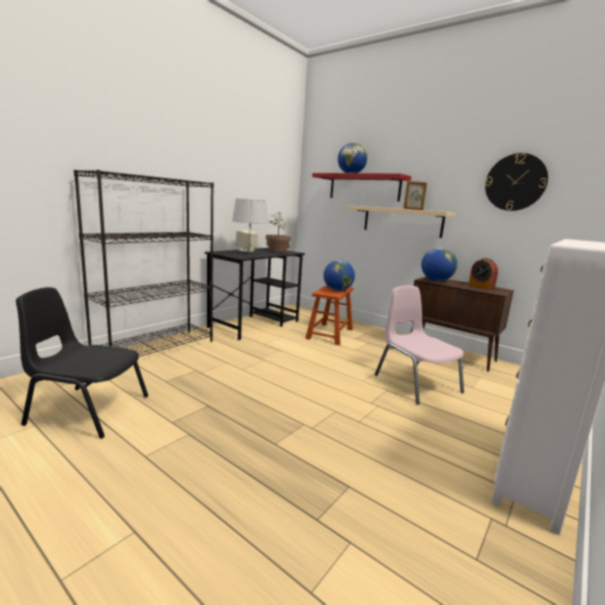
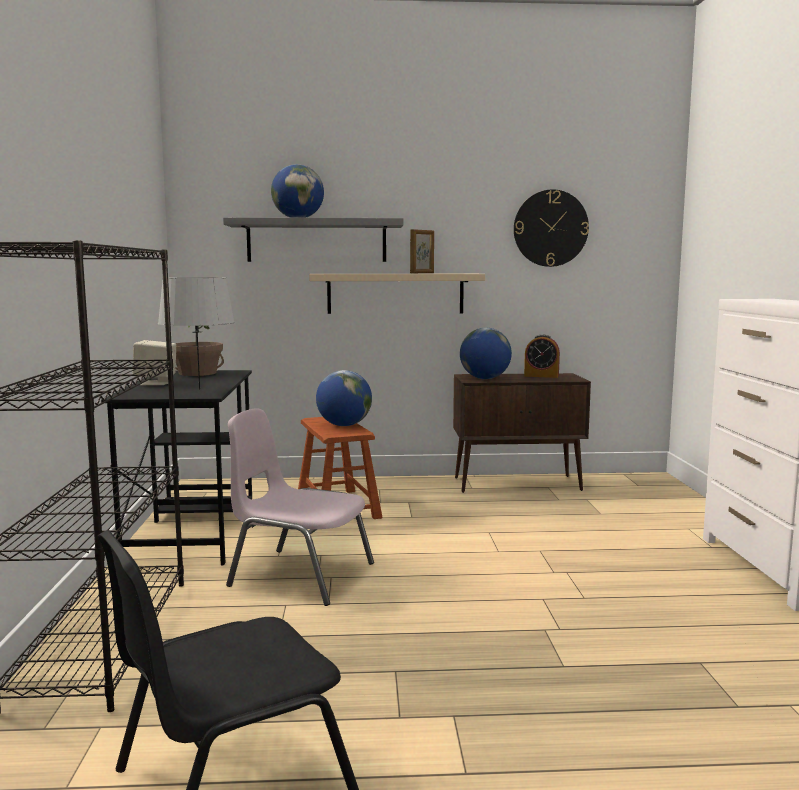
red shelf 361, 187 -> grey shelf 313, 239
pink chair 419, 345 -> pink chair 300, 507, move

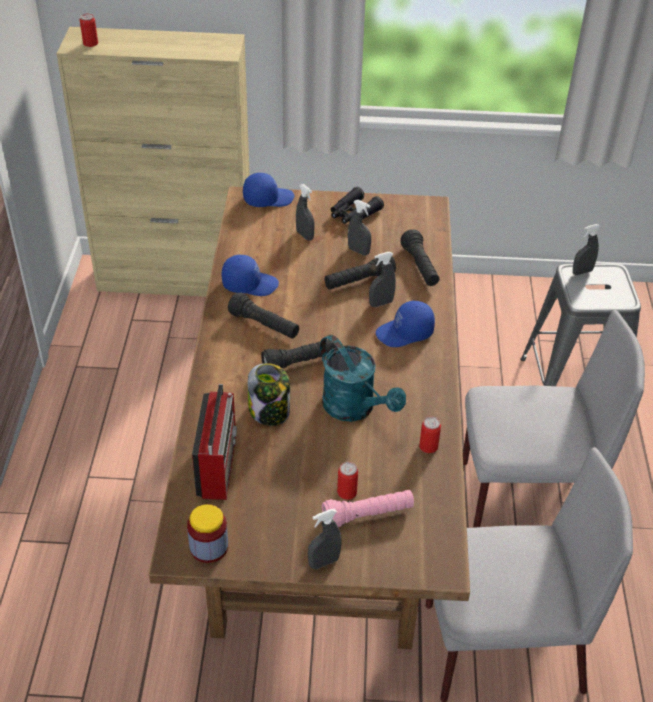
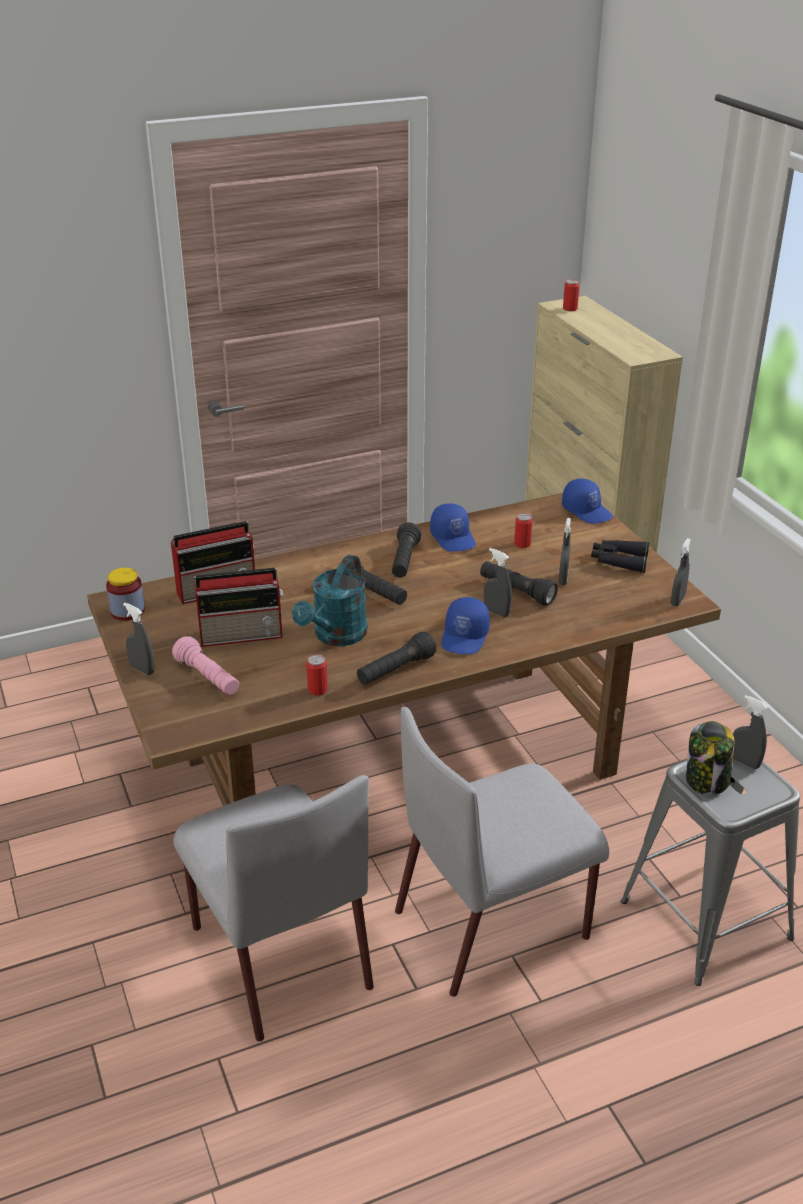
grey spray bottle 305, 212 -> grey spray bottle 681, 572, move
black flashlight 420, 257 -> black flashlight 396, 658, move
blue cap 405, 324 -> blue cap 466, 625, 120 degrees counterclockwise
grey chair 554, 419 -> grey chair 502, 852, 90 degrees clockwise
jar 269, 394 -> jar 710, 758, move
can 347, 481 -> can 523, 530, move
none -> radio 238, 607

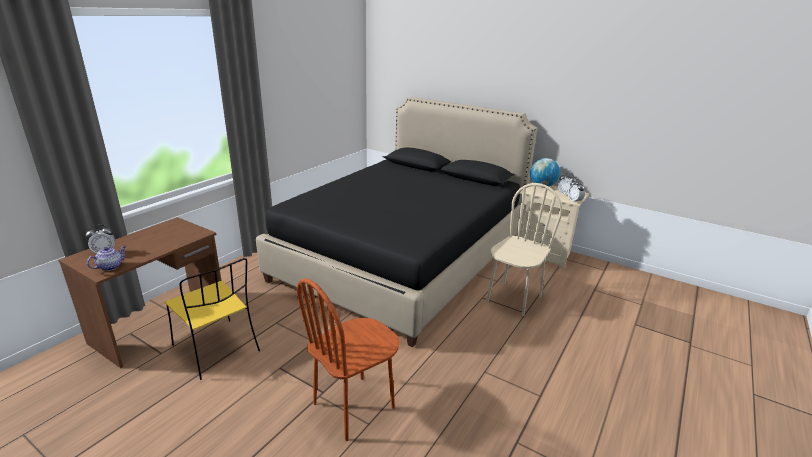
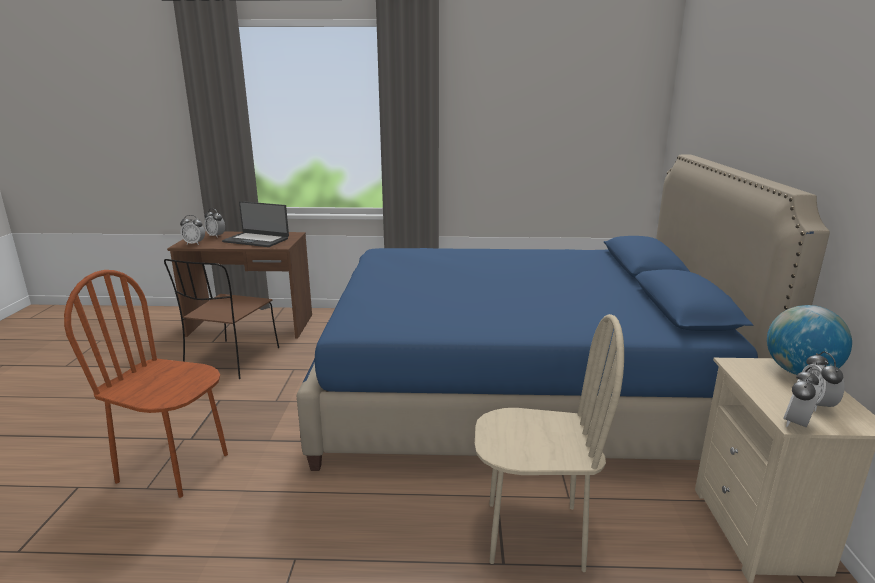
black bed 396, 222 -> blue bed 563, 312
teapot 106, 258 -> alarm clock 192, 230
yellow chair 212, 319 -> brown chair 221, 319
none -> laptop 255, 224

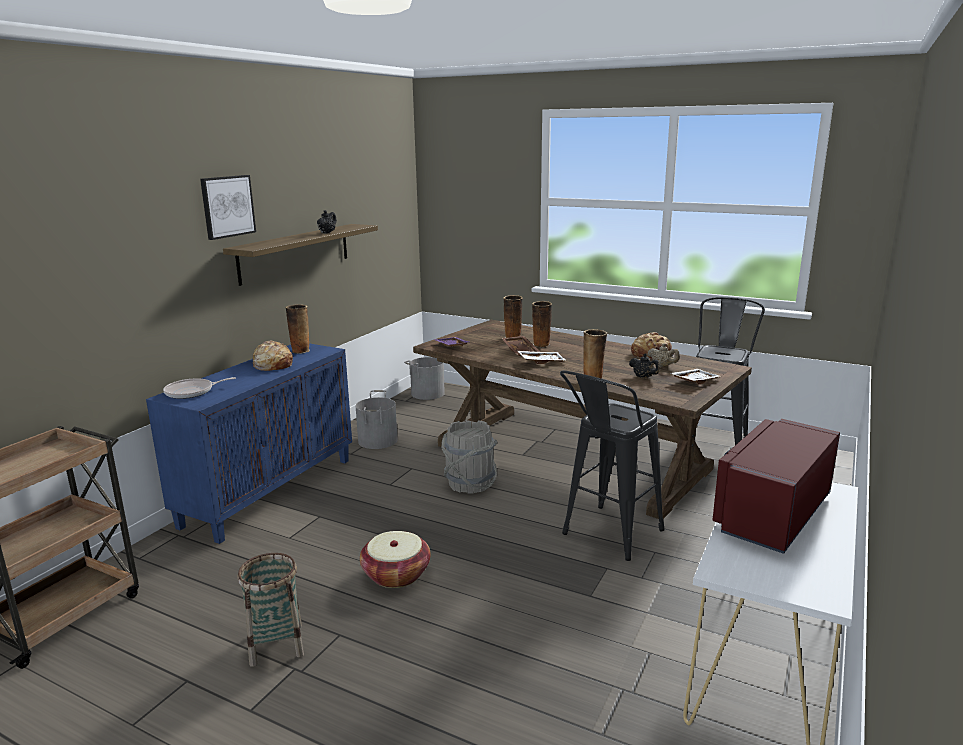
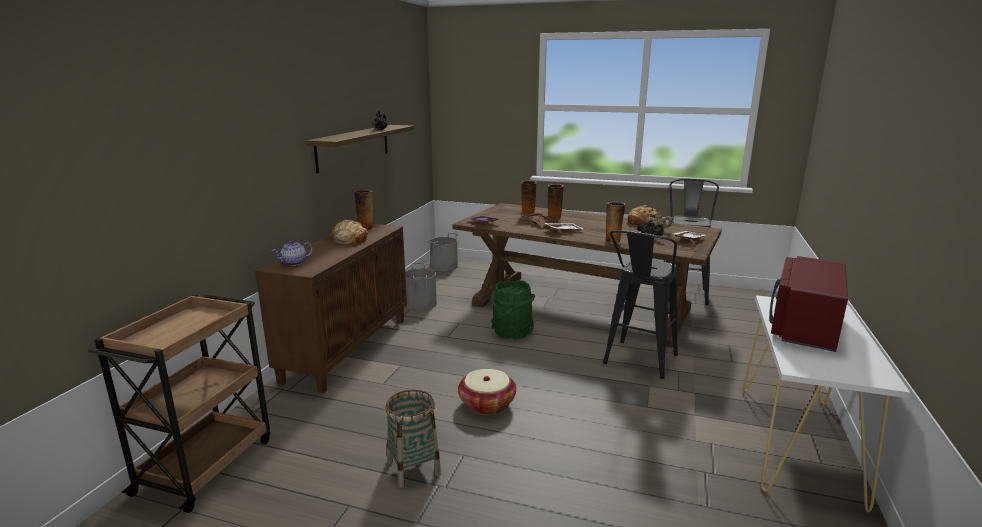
picture 228, 207 -> none
blue cabinet 249, 444 -> brown cabinet 331, 308
frying pan 199, 388 -> teapot 292, 253
grey bucket 469, 457 -> green bucket 513, 309

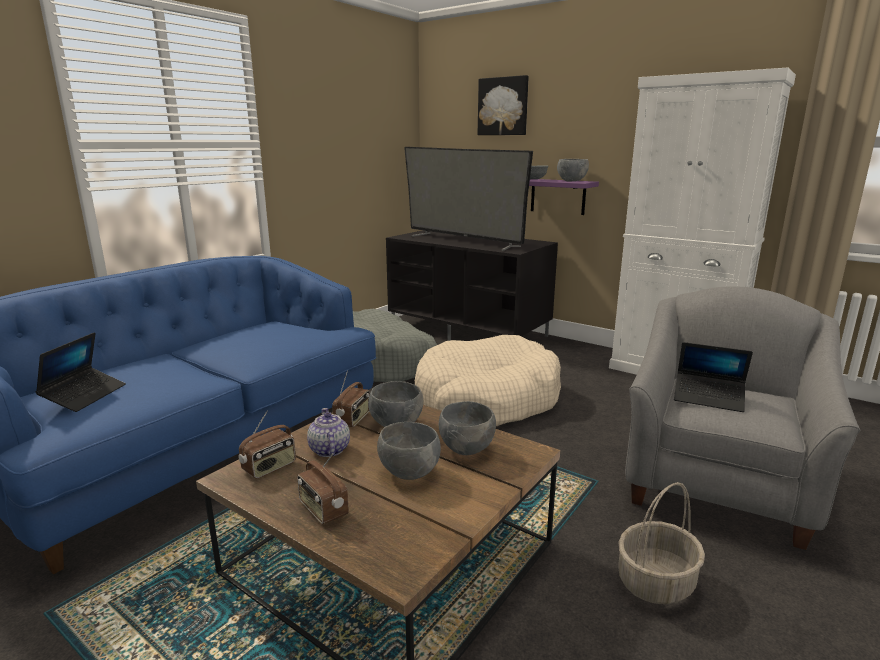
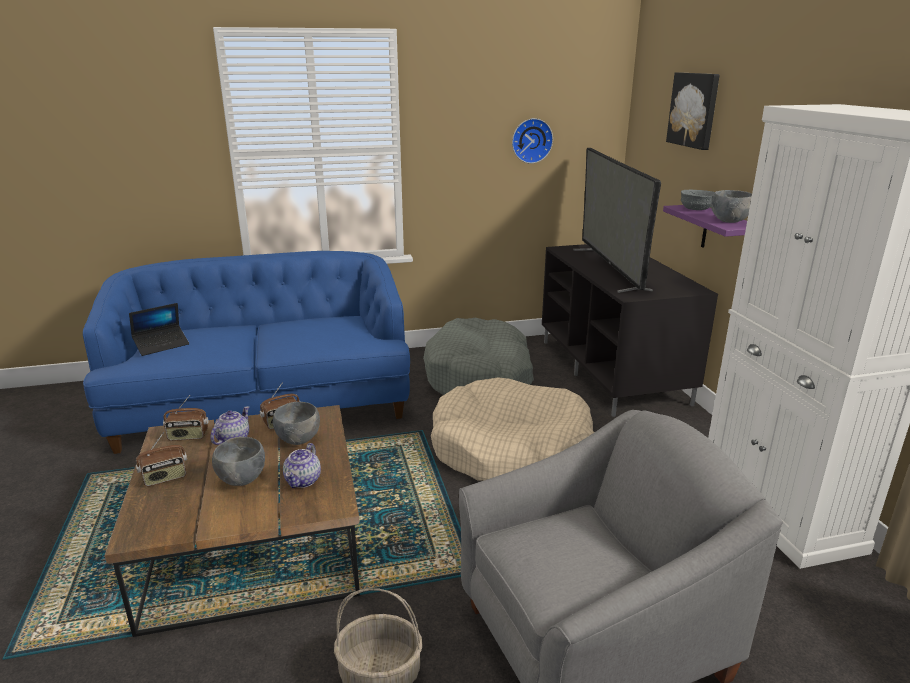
laptop 713, 377 -> none
grey bowl 467, 428 -> teapot 302, 465
radio 323, 488 -> radio 161, 459, 120 degrees counterclockwise
none -> wall clock 532, 141

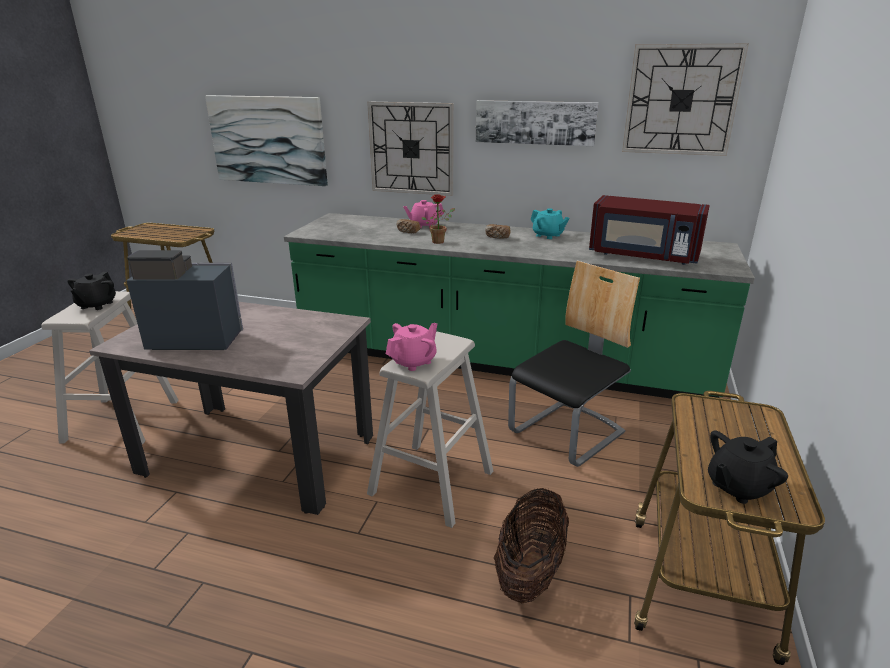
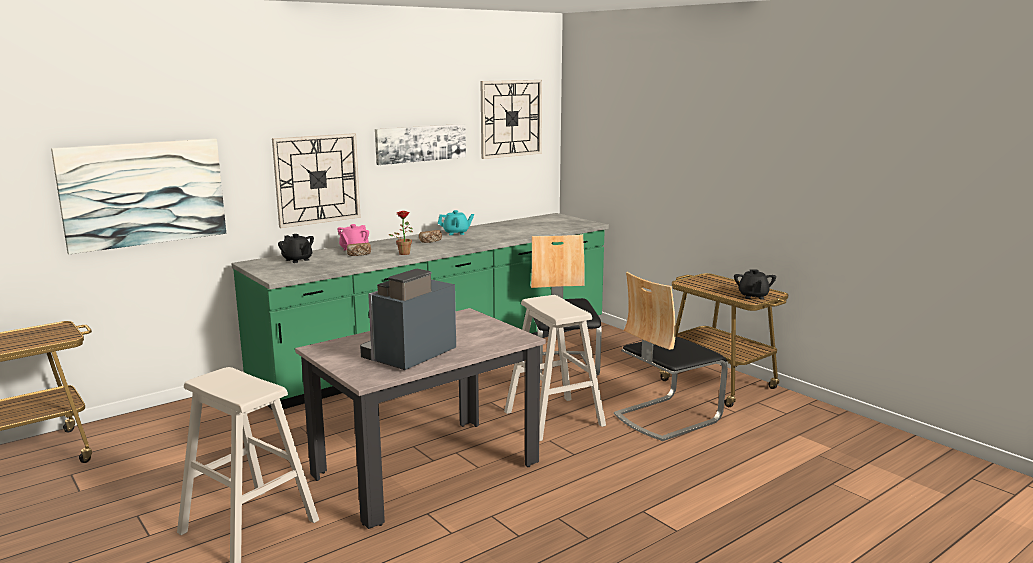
red microwave 649, 230 -> none
black teapot 91, 291 -> black teapot 296, 248, move
pink teapot 411, 347 -> none
basket 531, 545 -> chair 671, 356

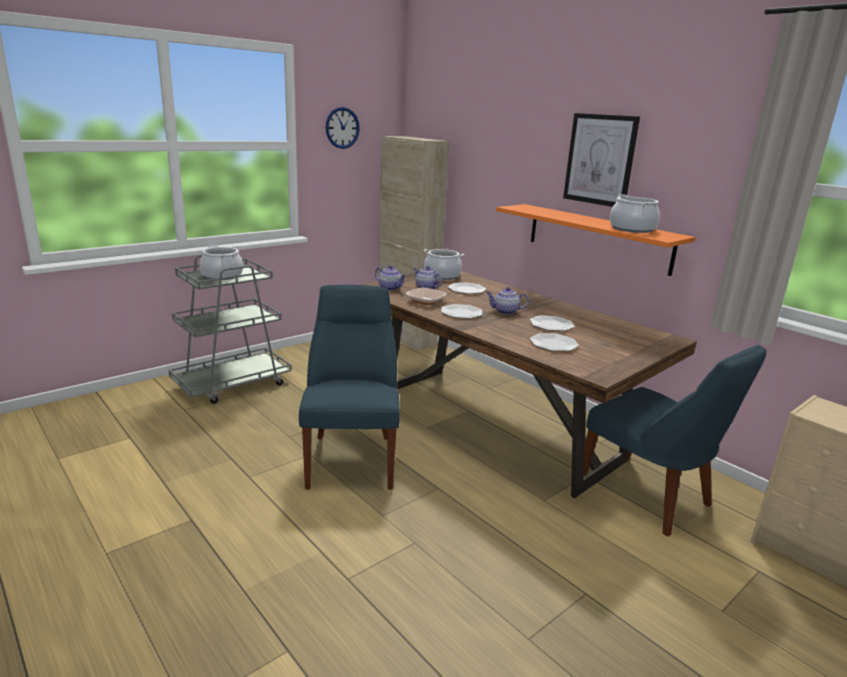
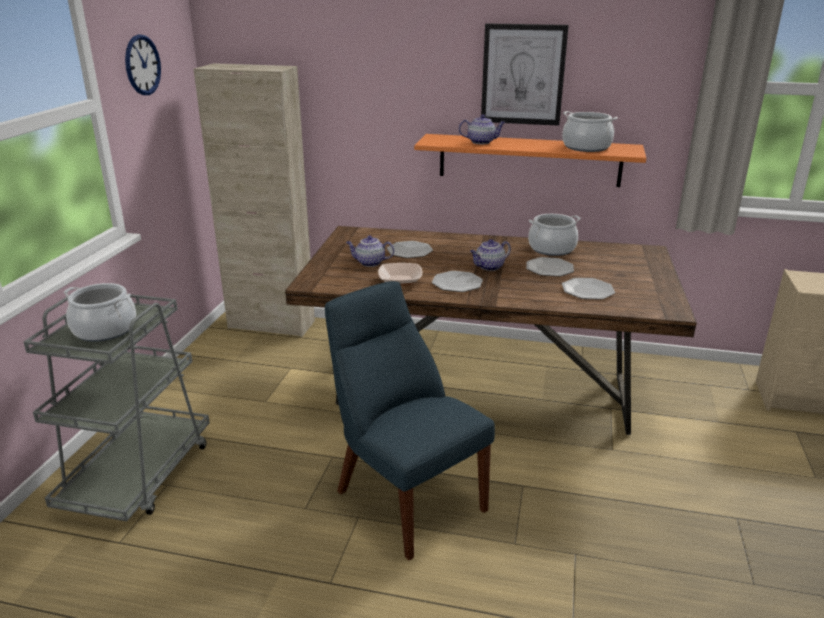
cooking pot 444, 264 -> cooking pot 554, 235, move
teapot 390, 278 -> teapot 482, 129, move
blue chair 675, 441 -> none

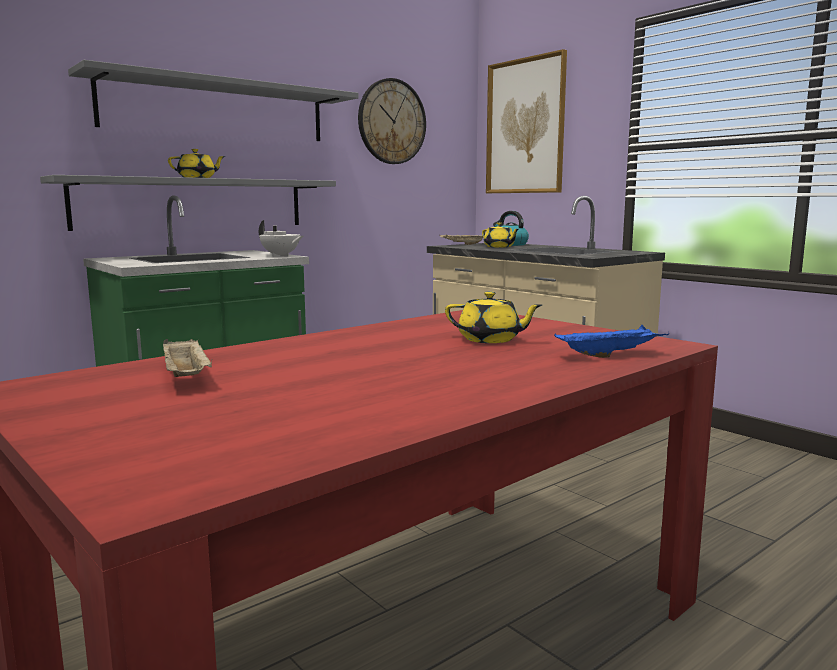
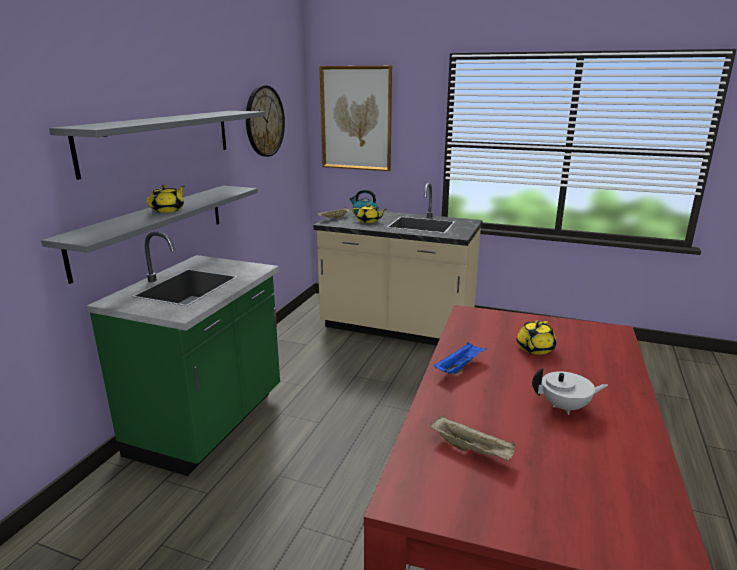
white teapot 281, 238 -> white teapot 570, 391, move
yellow teapot 493, 317 -> yellow teapot 536, 338, 135 degrees clockwise
blue tray 611, 341 -> blue tray 460, 358, move

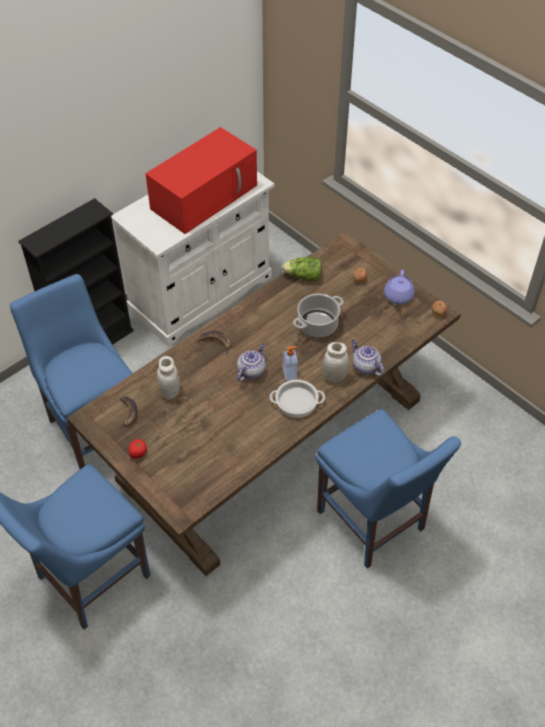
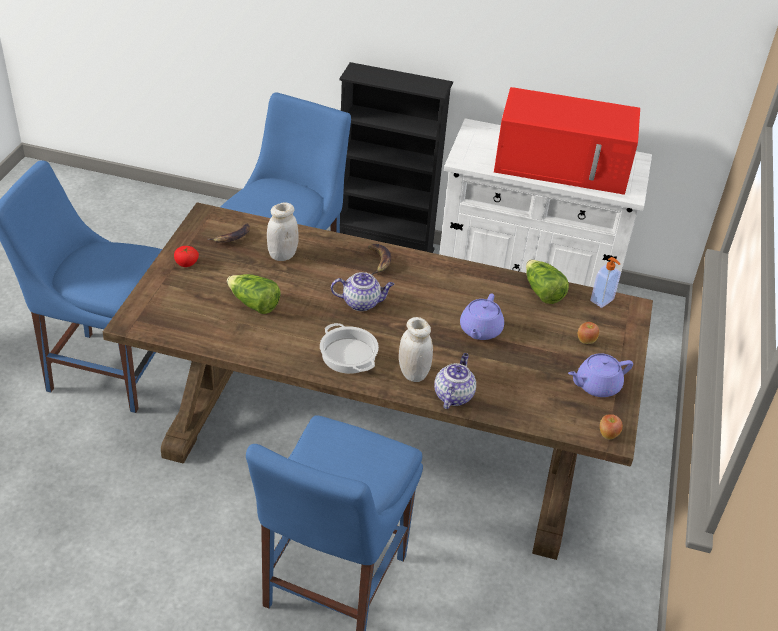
cooking pot 318, 316 -> purple teapot 482, 316
soap dispenser 290, 363 -> soap dispenser 605, 282, move
none -> lettuce 254, 294

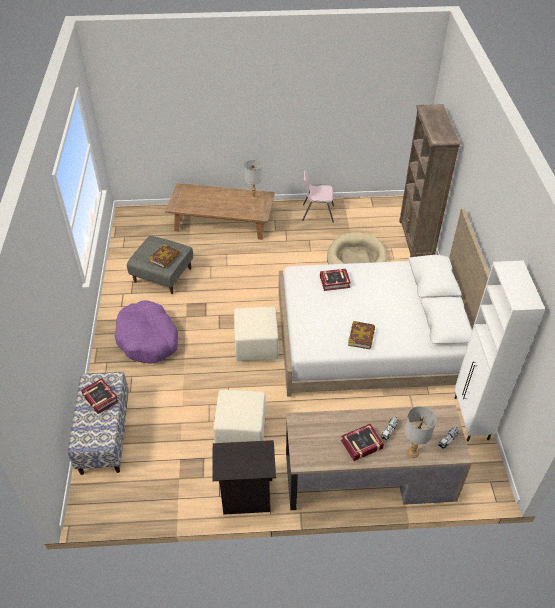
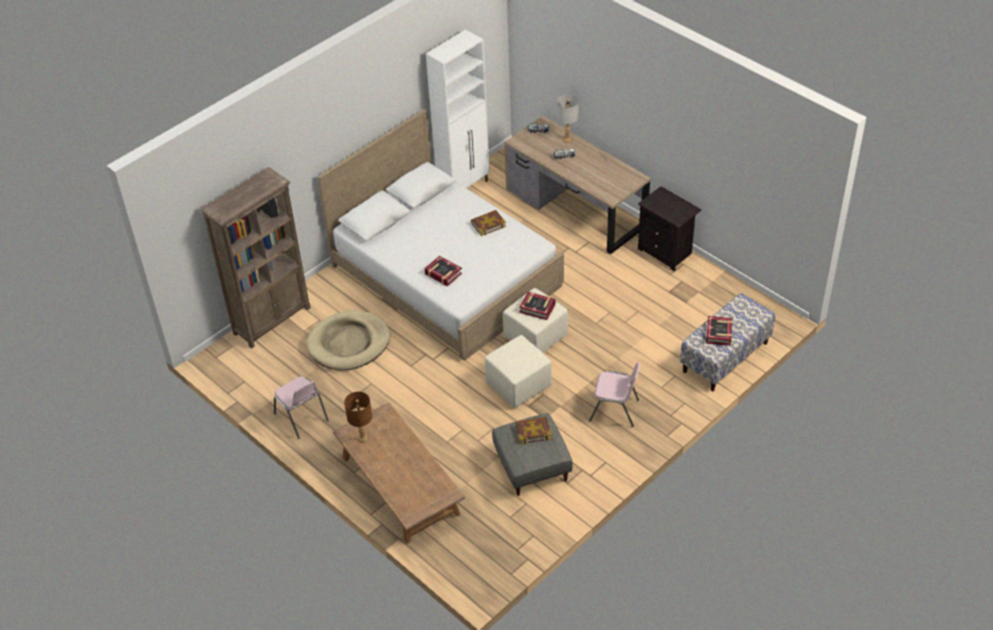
grey table lamp 253, 180 -> brown table lamp 358, 417
purple dog bed 146, 332 -> pink chair 614, 394
beige ottoman 239, 416 -> beige ottoman 518, 371, move
book 362, 442 -> book 537, 306, move

